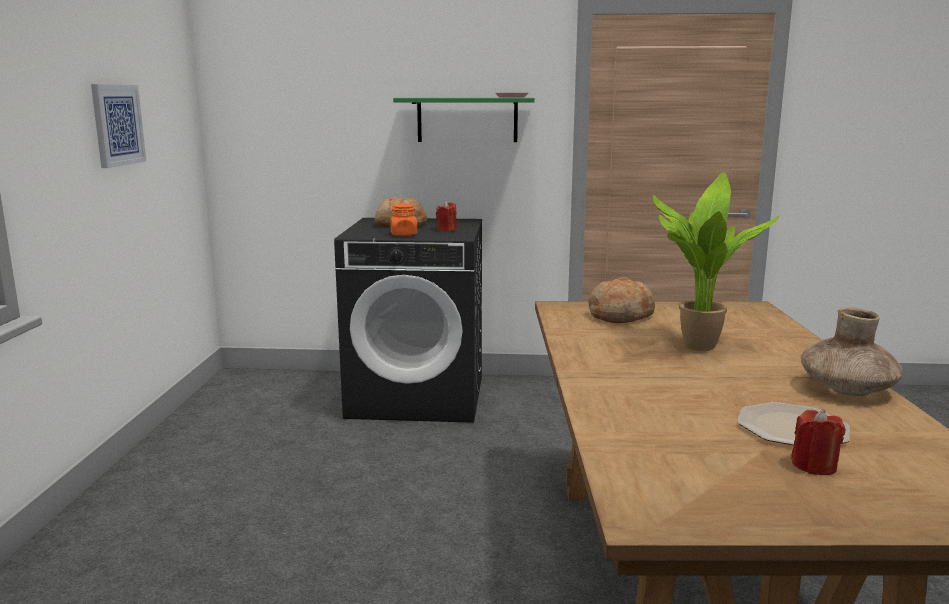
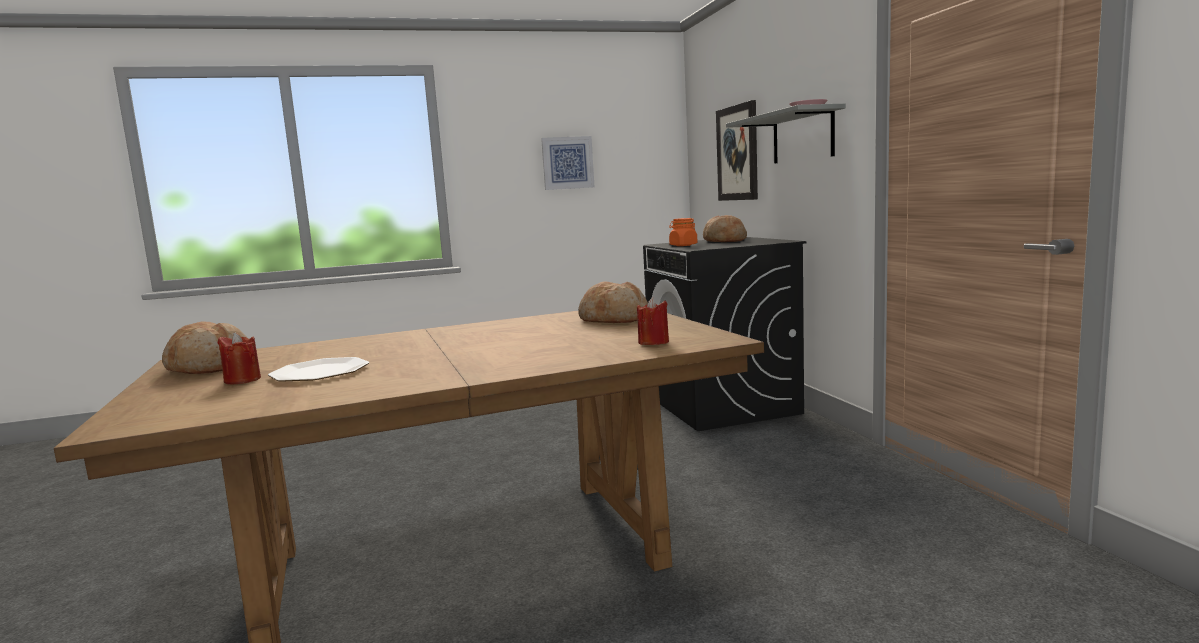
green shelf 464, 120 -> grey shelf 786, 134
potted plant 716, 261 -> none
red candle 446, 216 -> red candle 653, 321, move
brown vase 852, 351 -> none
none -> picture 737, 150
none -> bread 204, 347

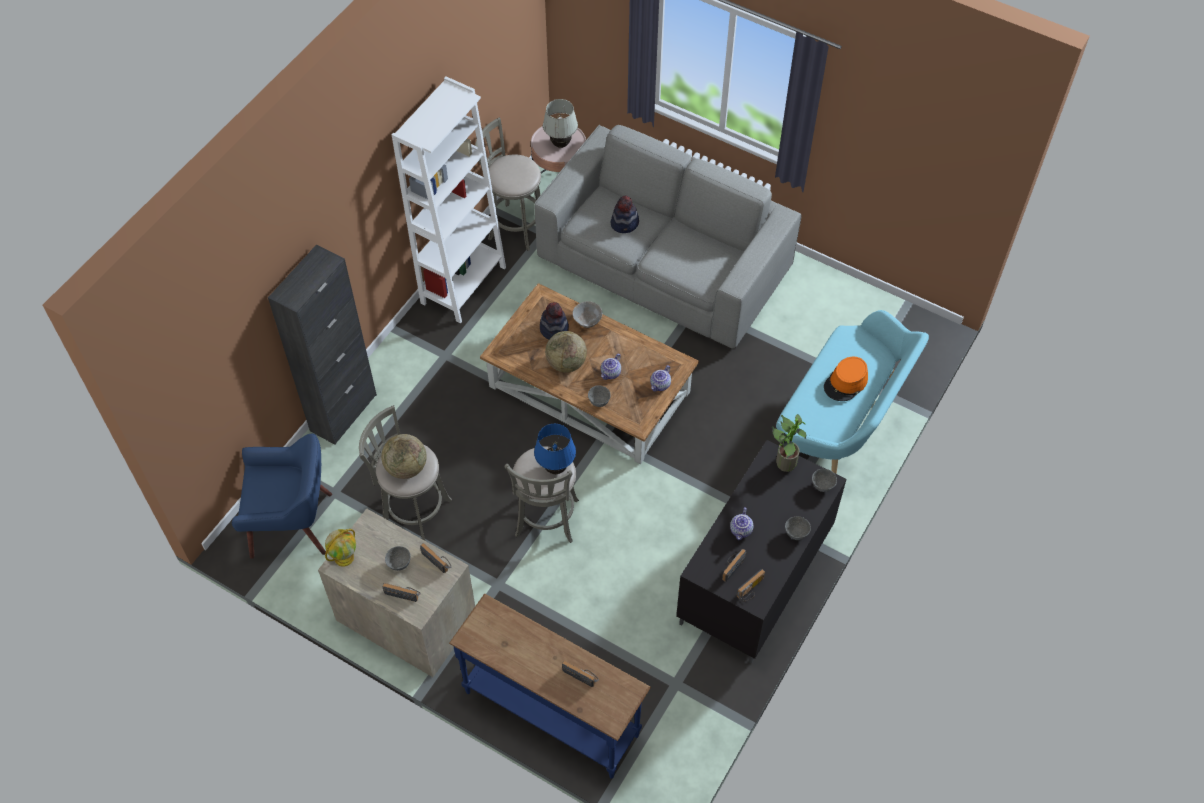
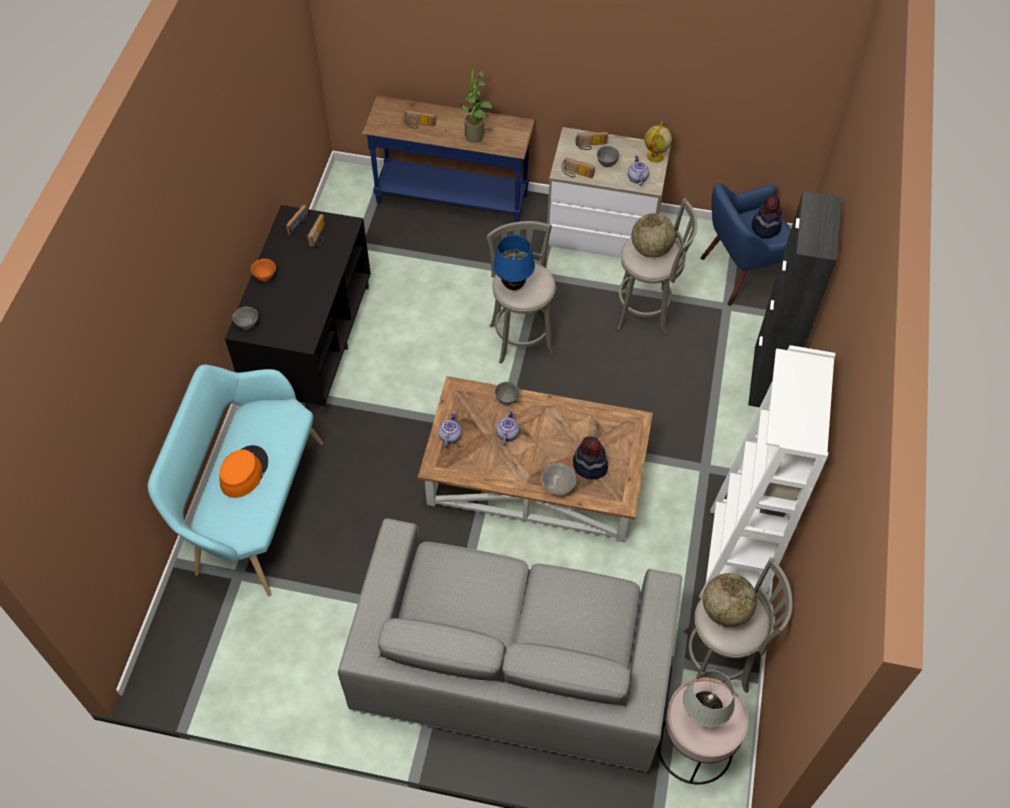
hat 624, 214 -> hat 767, 217, move
globe 566, 352 -> globe 730, 600, move
potted plant 789, 443 -> potted plant 478, 106, move
teapot 741, 523 -> teapot 638, 170, move
grey bowl 798, 528 -> orange bowl 263, 270

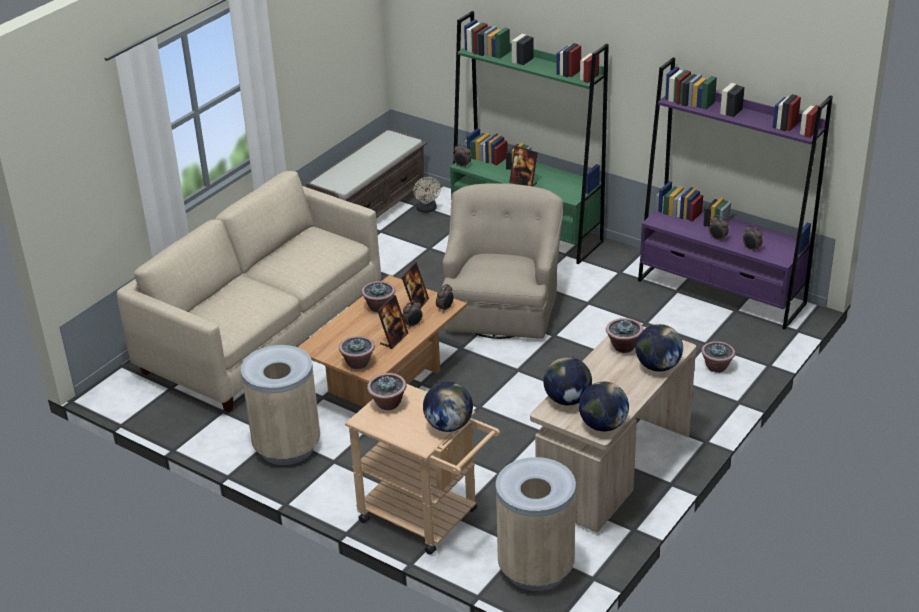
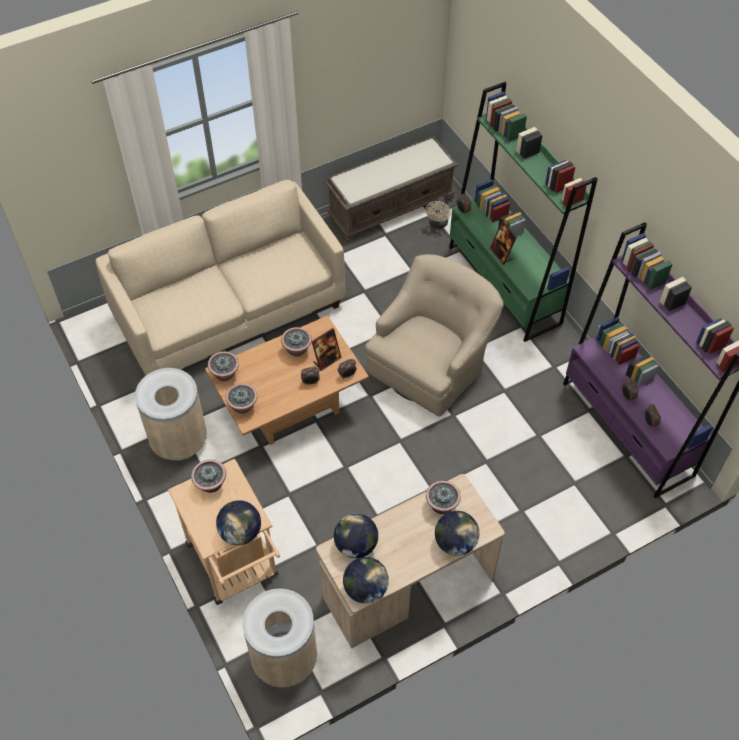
picture frame 392, 322 -> none
potted plant 718, 357 -> potted plant 223, 366, move

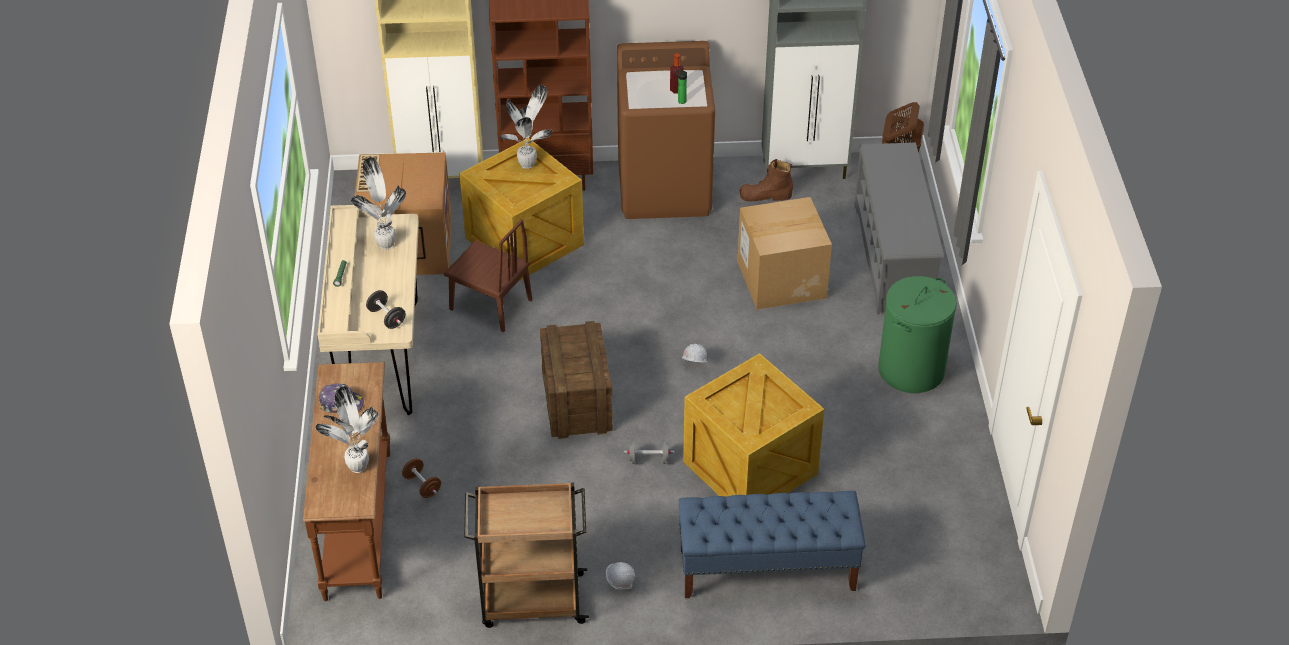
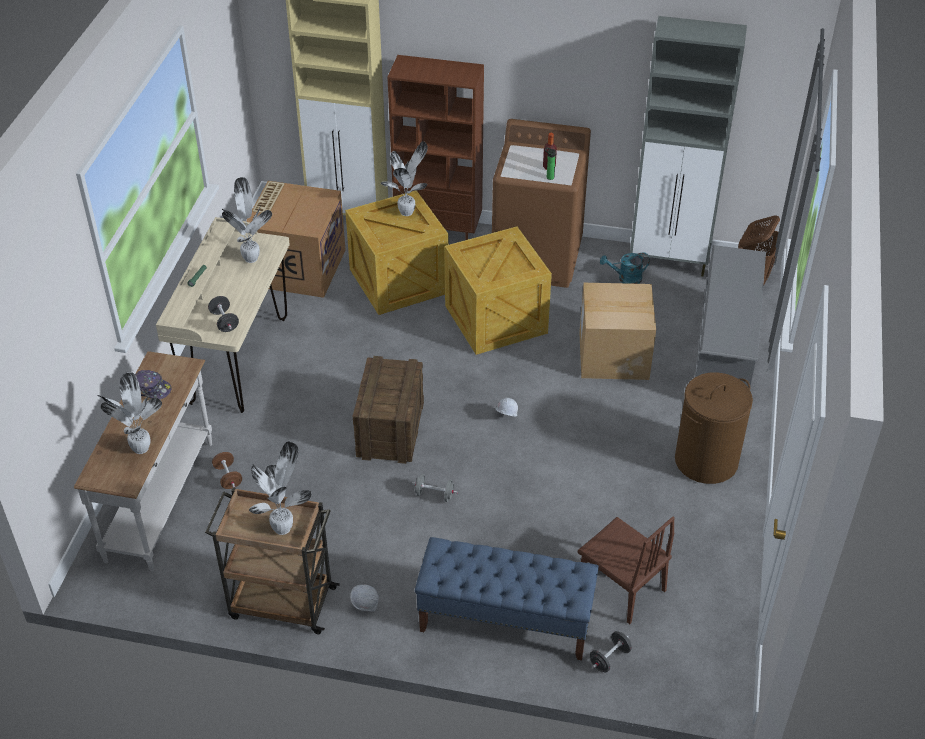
brown boot 766, 180 -> turquoise watering can 625, 268
brown chair 488, 275 -> brown chair 626, 570, move
green laundry basket 917, 334 -> brown laundry basket 714, 428
crate 753, 425 -> crate 498, 291, move
brown console table 346, 481 -> white console table 143, 461
none -> potted plant 280, 488
none -> black dumbbell 611, 651

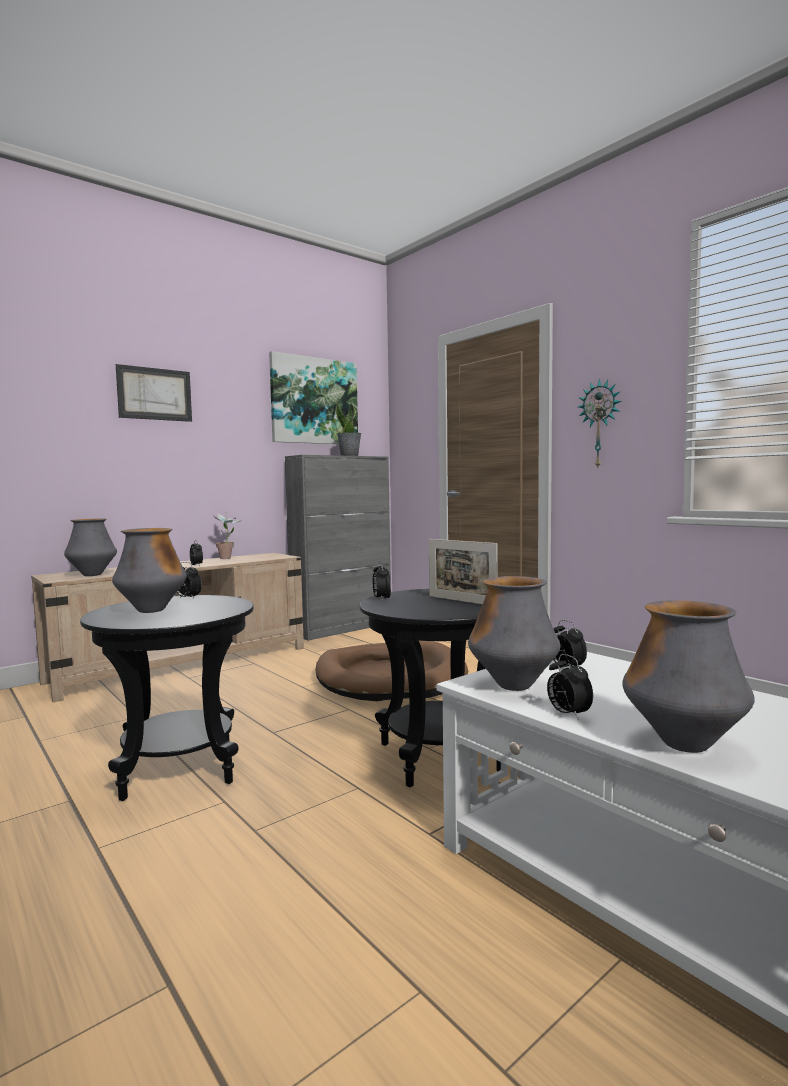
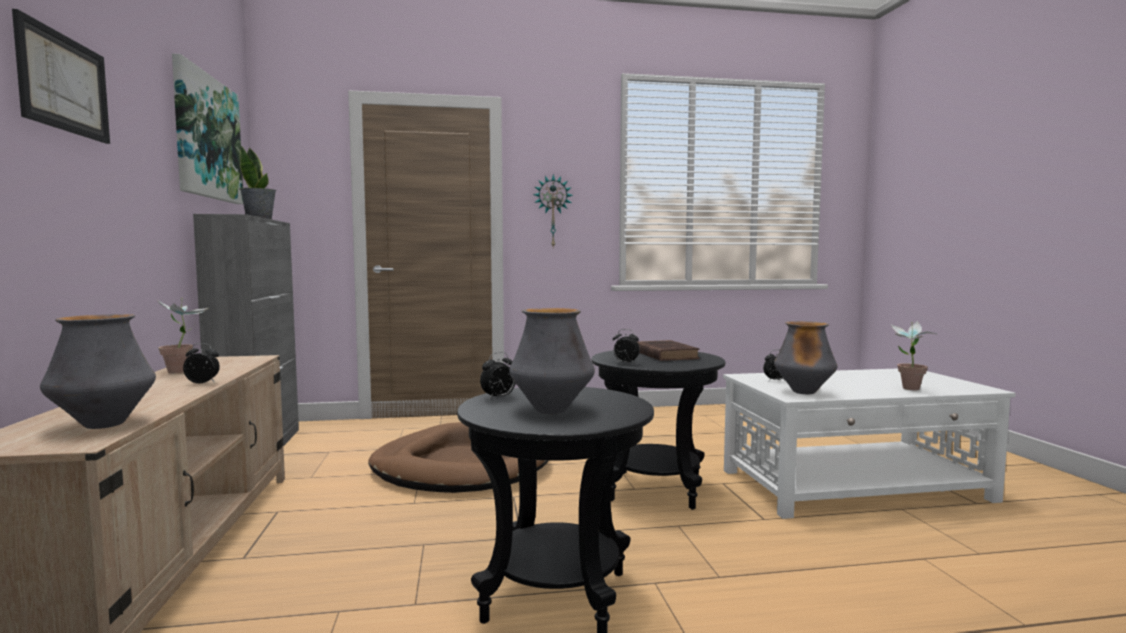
picture frame 463, 571 -> brown book 668, 350
vase 688, 676 -> potted plant 914, 355
alarm clock 570, 687 -> none

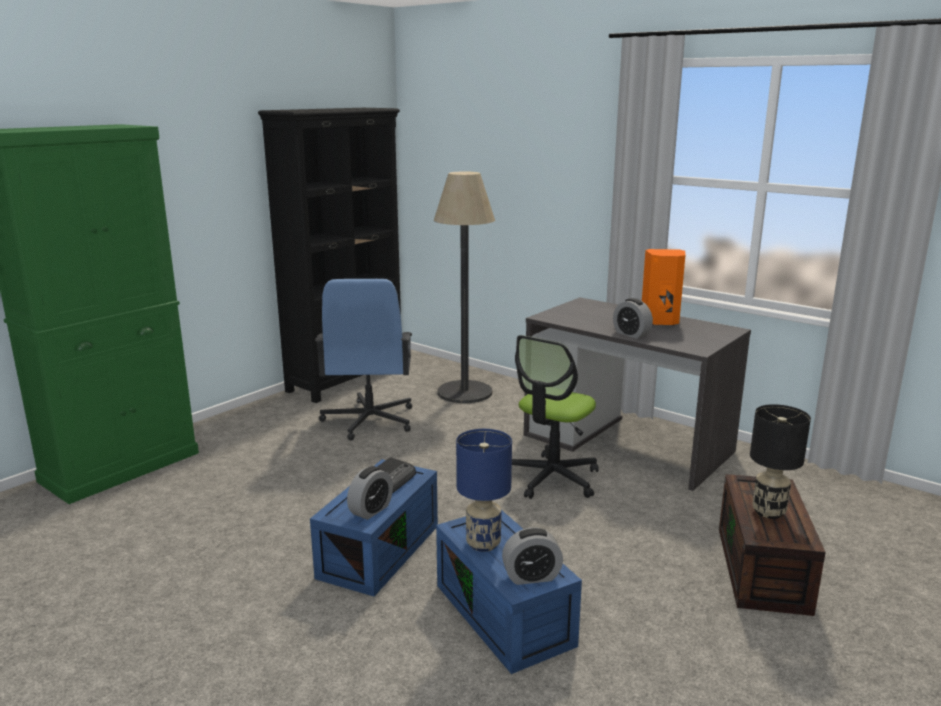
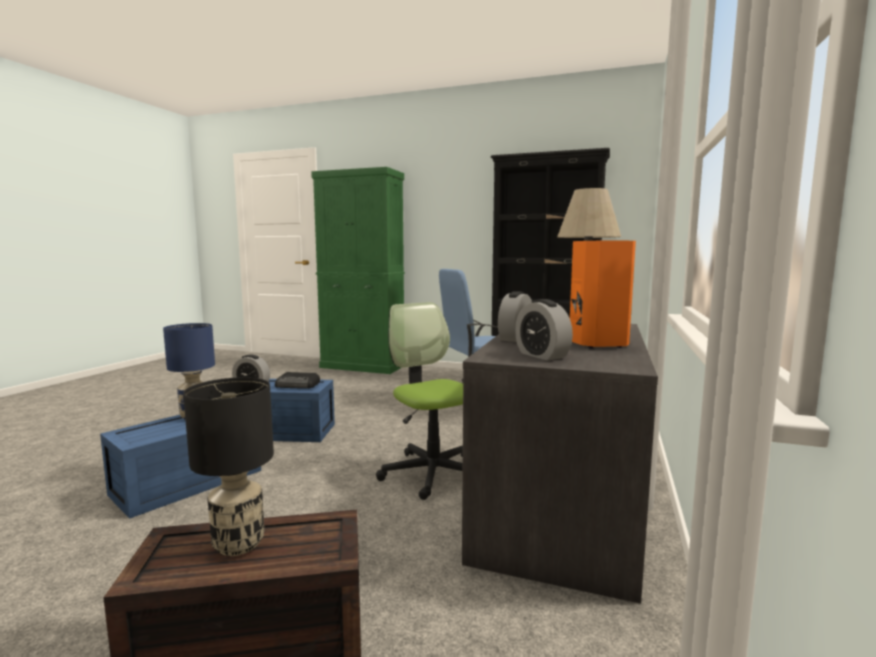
office chair 555, 417 -> office chair 419, 401, 45 degrees clockwise
alarm clock 532, 556 -> alarm clock 544, 329, move

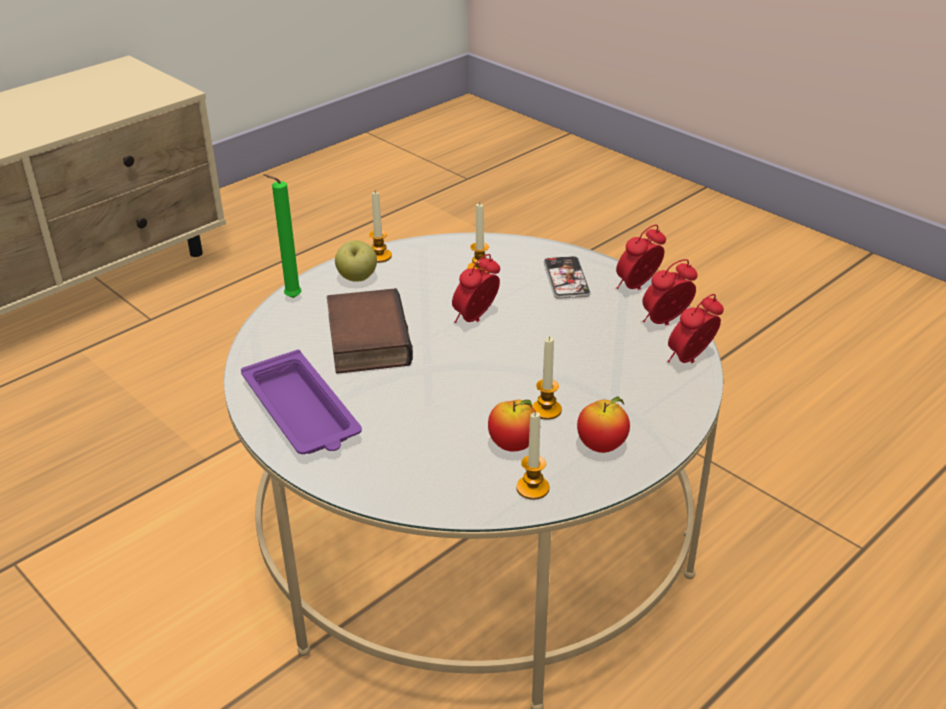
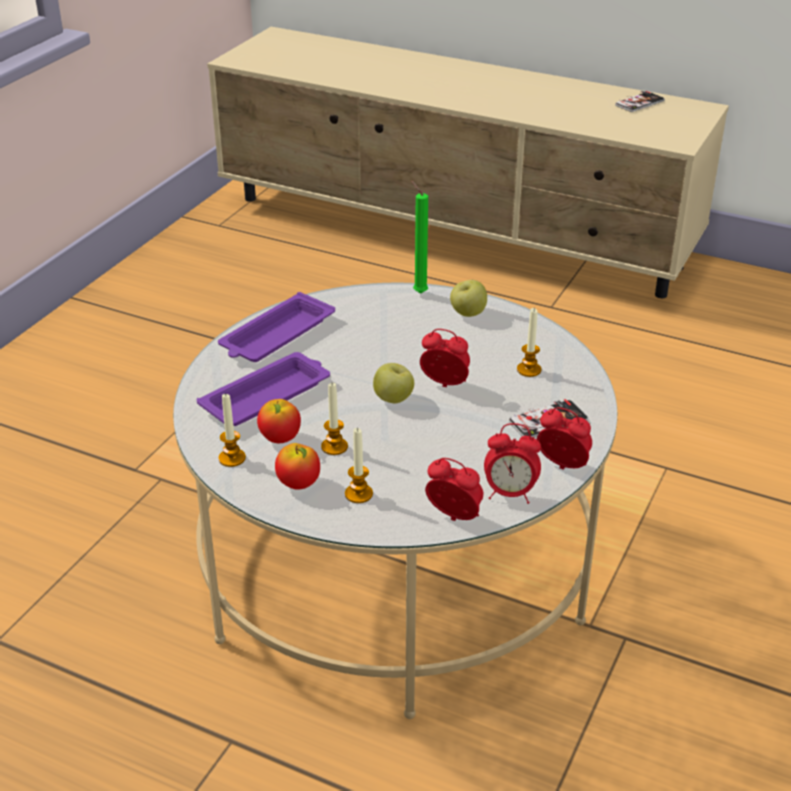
candle 380, 227 -> candle 359, 465, move
alarm clock 670, 292 -> alarm clock 512, 463, 150 degrees clockwise
book 370, 331 -> none
none -> phone 640, 101
none -> purple tray 263, 389
none -> apple 393, 383

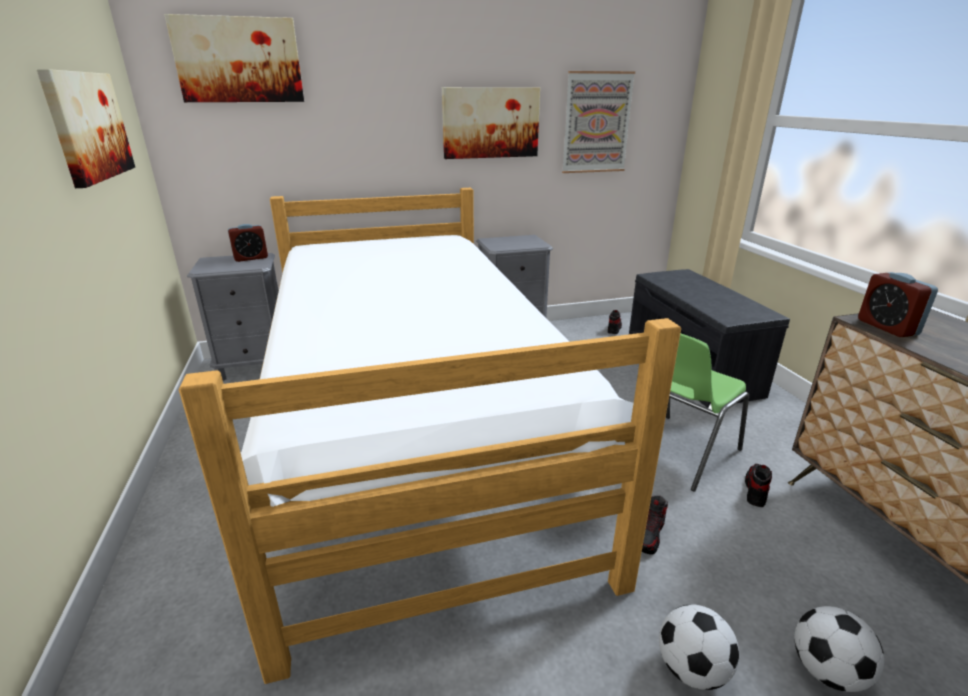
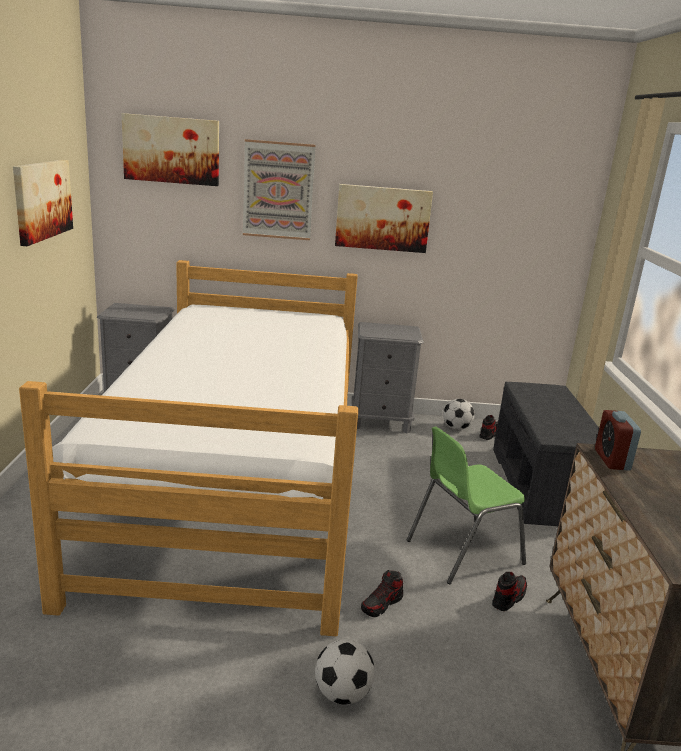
picture 598, 122 -> picture 279, 189, move
alarm clock 248, 243 -> none
football 839, 649 -> football 459, 414, move

